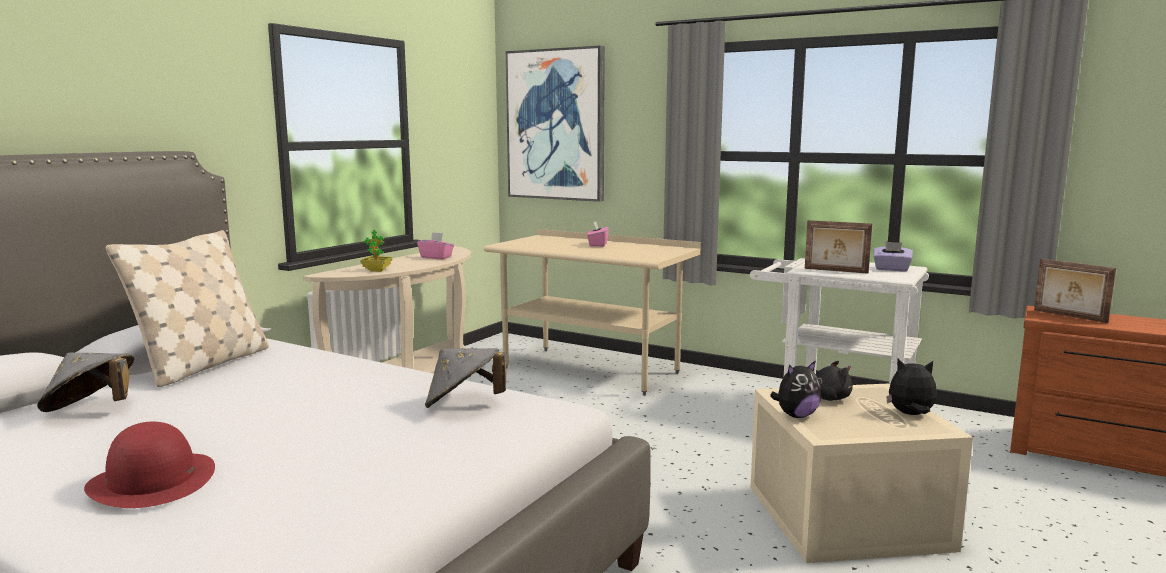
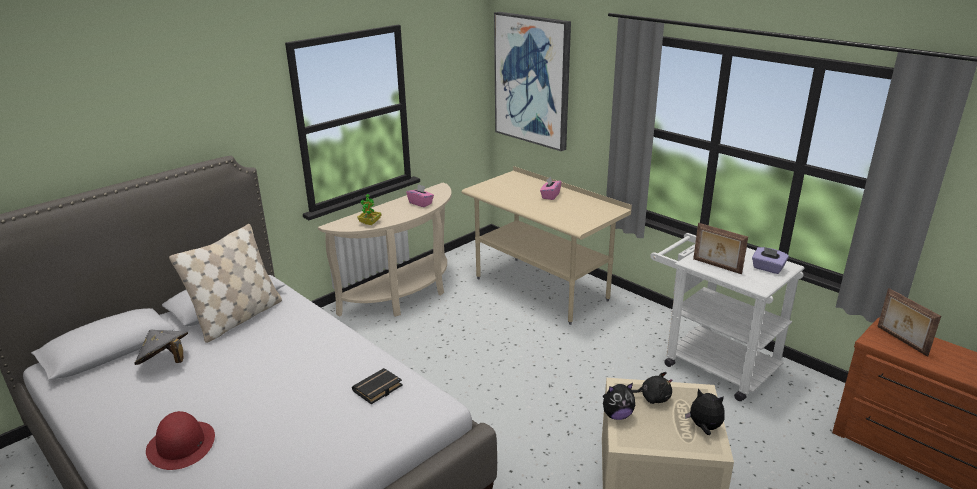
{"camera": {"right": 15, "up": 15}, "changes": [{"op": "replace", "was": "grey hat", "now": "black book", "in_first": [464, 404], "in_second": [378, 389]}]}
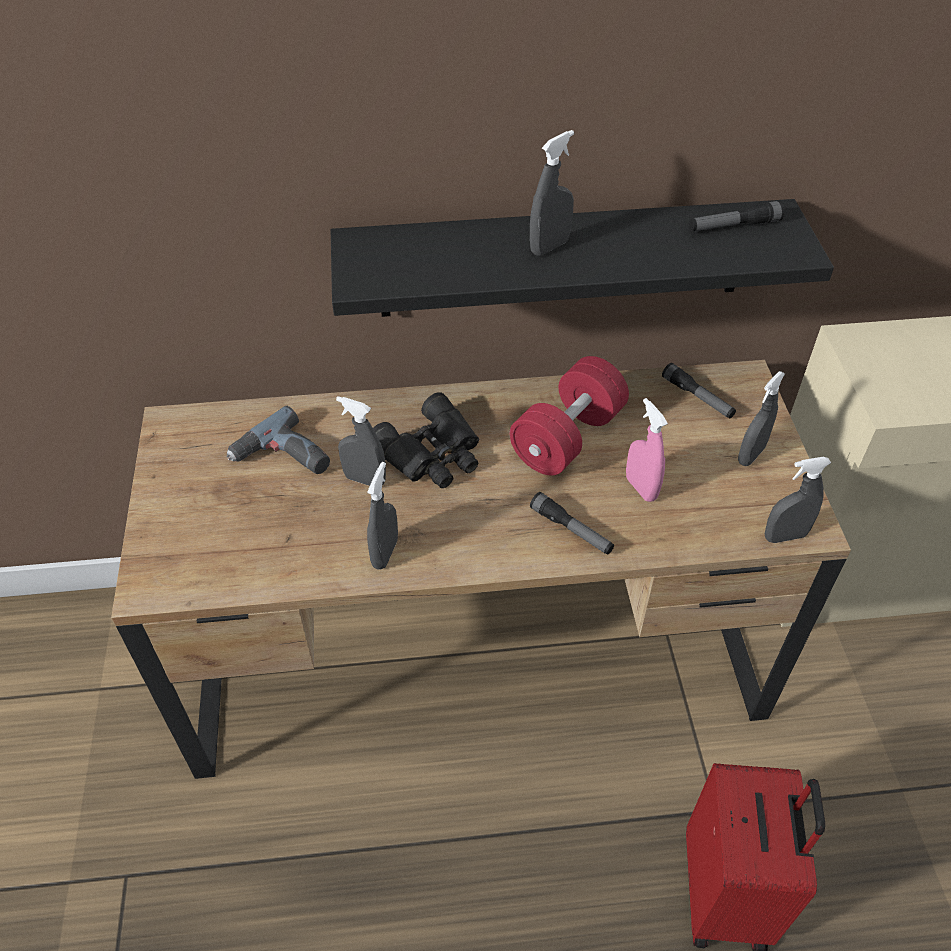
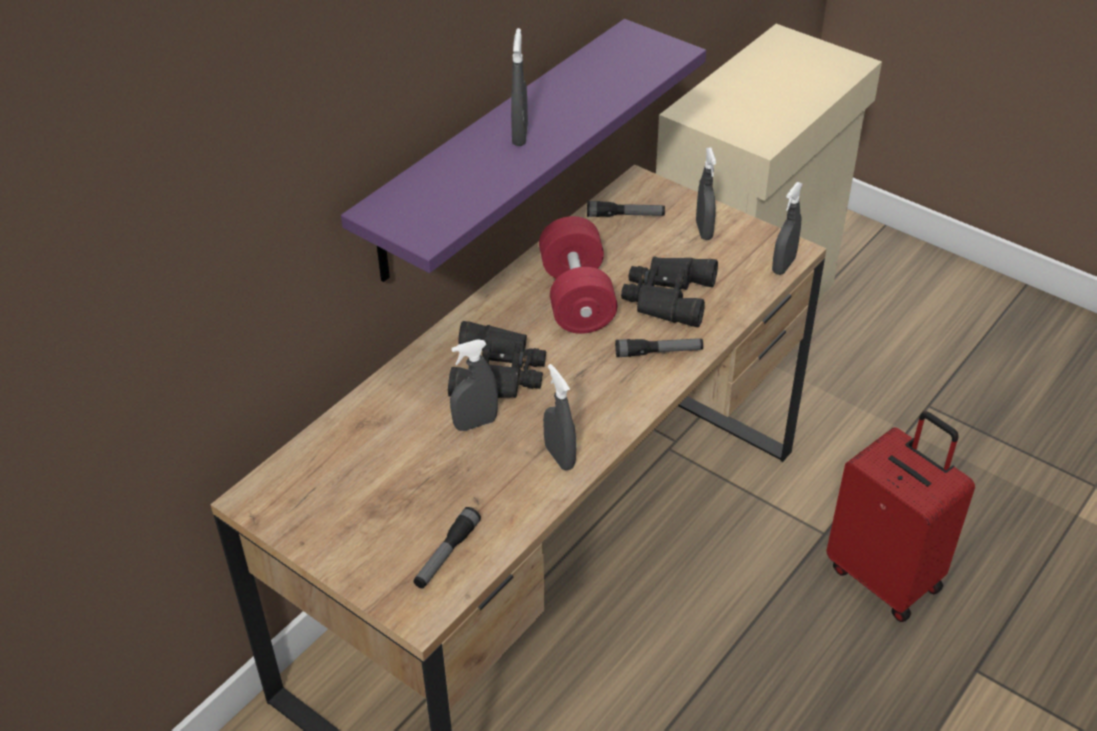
{"camera": {"right": -45, "up": -5}, "changes": [{"op": "recolor", "was": "black shelf", "now": "purple shelf", "in_first": [562, 259], "in_second": [497, 150]}, {"op": "move", "was": "flashlight", "in_first": [733, 226], "in_second": [446, 554]}, {"op": "replace", "was": "pink spray bottle", "now": "black binoculars", "in_first": [641, 488], "in_second": [666, 297]}, {"op": "delete", "was": "power drill", "in_first": [282, 459]}]}
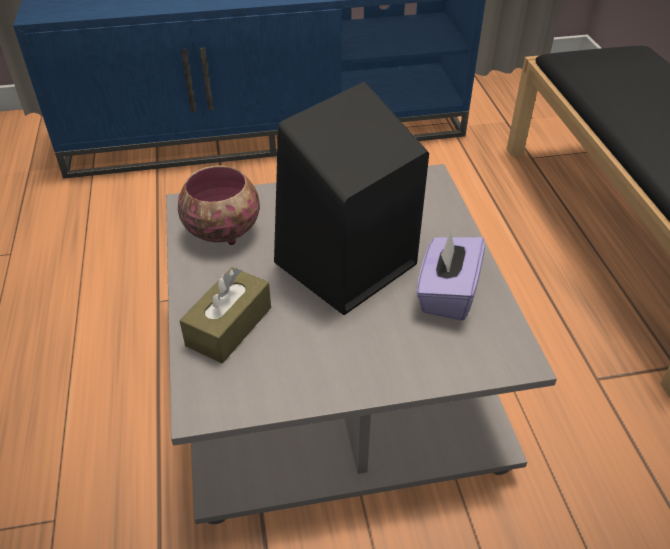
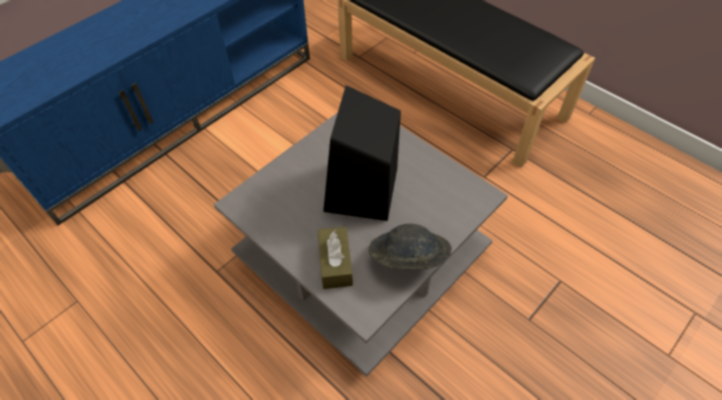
{"camera": {"right": -35, "up": 10}, "changes": [{"op": "insert", "now": "grey hat", "in_second": [407, 259]}, {"op": "delete", "was": "bowl", "in_first": [223, 231]}, {"op": "delete", "was": "purple tissue box", "in_first": [447, 294]}]}
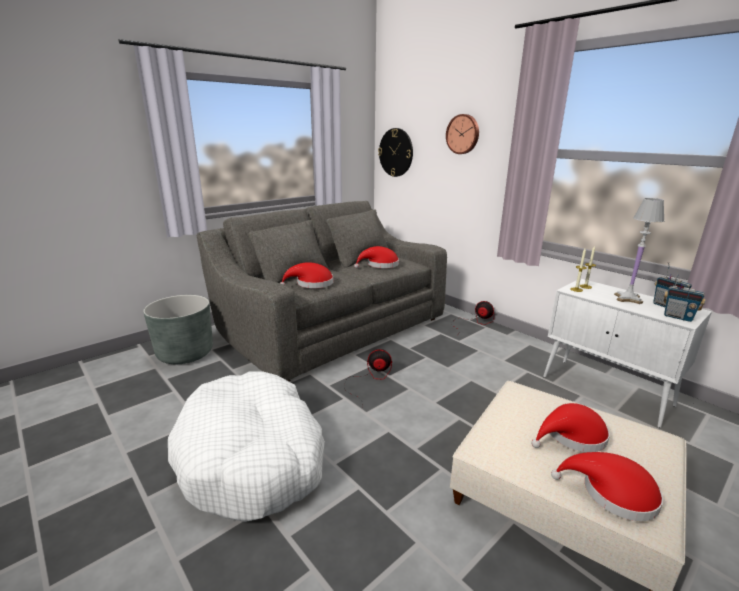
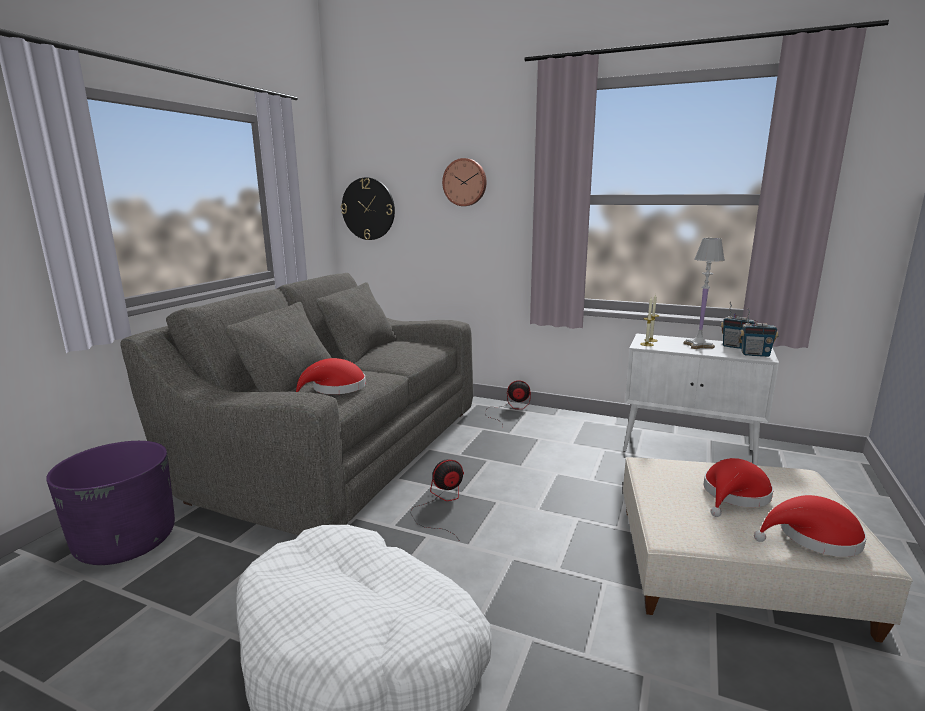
{"camera": {"right": -25, "up": -5}, "changes": [{"op": "recolor", "was": "grey planter", "now": "purple planter", "in_first": [185, 353], "in_second": [126, 542]}, {"op": "delete", "was": "red hat", "in_first": [380, 265]}]}
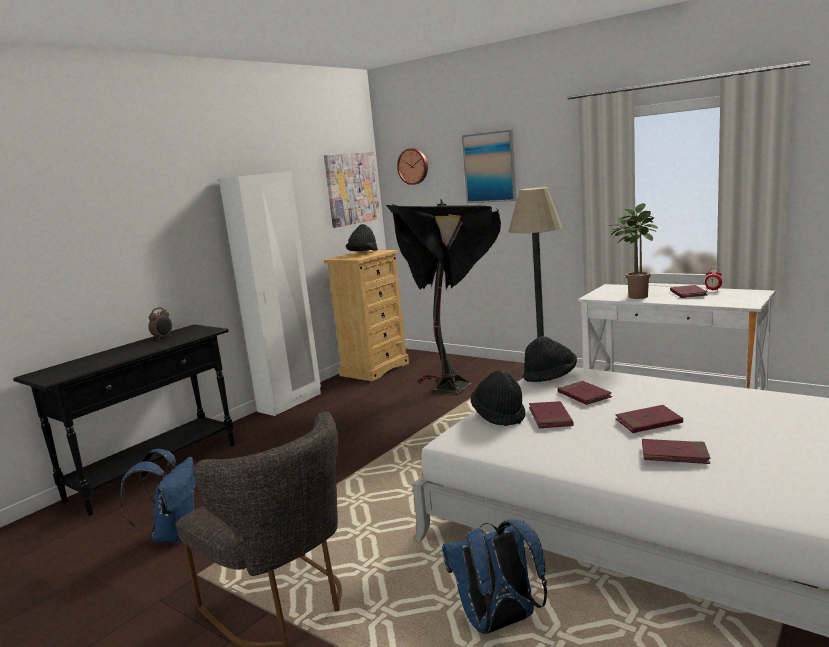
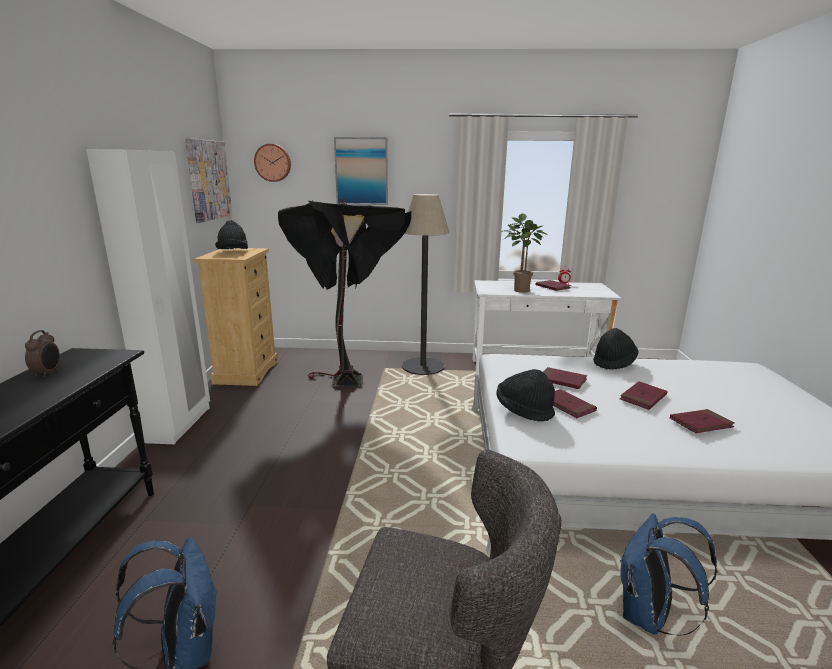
{"camera": {"right": -35, "up": 5}, "changes": [{"op": "move", "was": "black hat", "in_first": [550, 377], "in_second": [613, 363]}]}
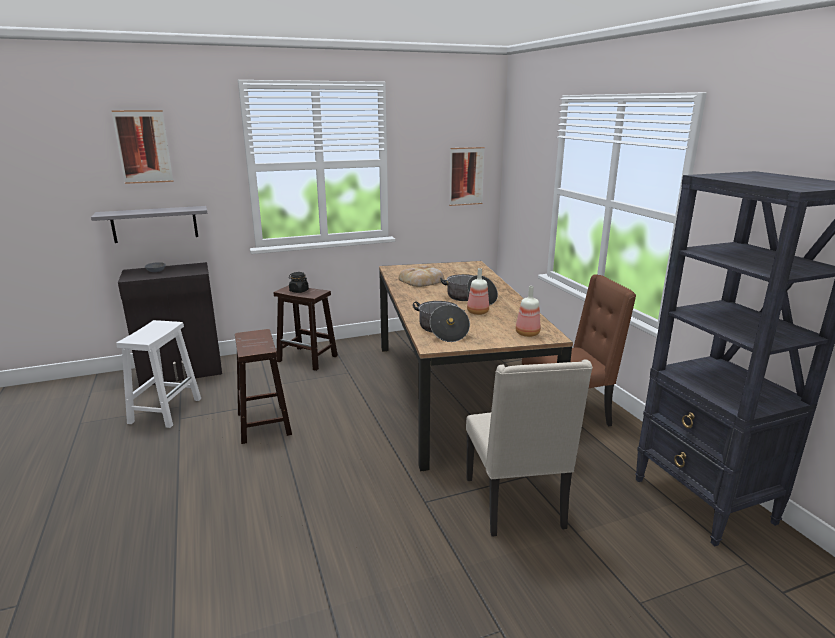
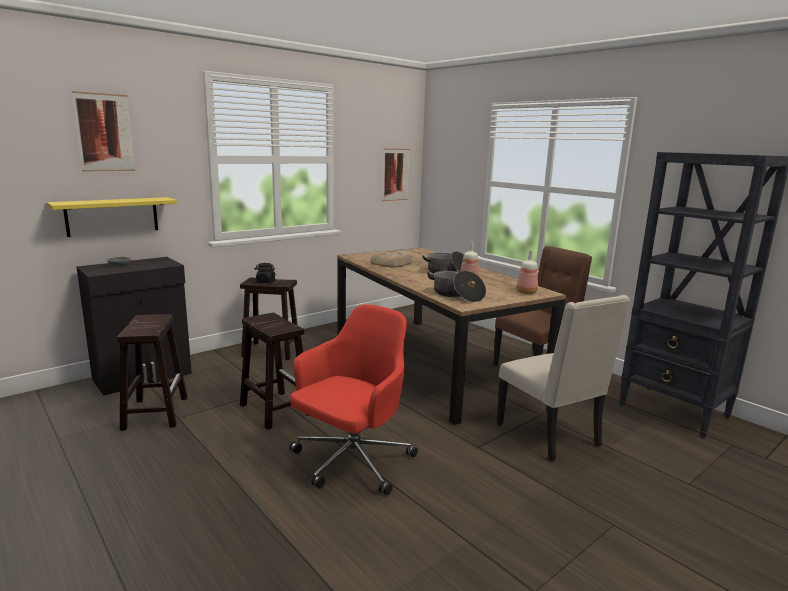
{"camera": {"right": -20, "up": -5}, "changes": [{"op": "recolor", "was": "grey shelf", "now": "yellow shelf", "in_first": [155, 224], "in_second": [112, 216]}, {"op": "recolor", "was": "white stool", "now": "brown stool", "in_first": [166, 410], "in_second": [155, 412]}, {"op": "insert", "now": "red office chair", "in_second": [351, 462]}]}
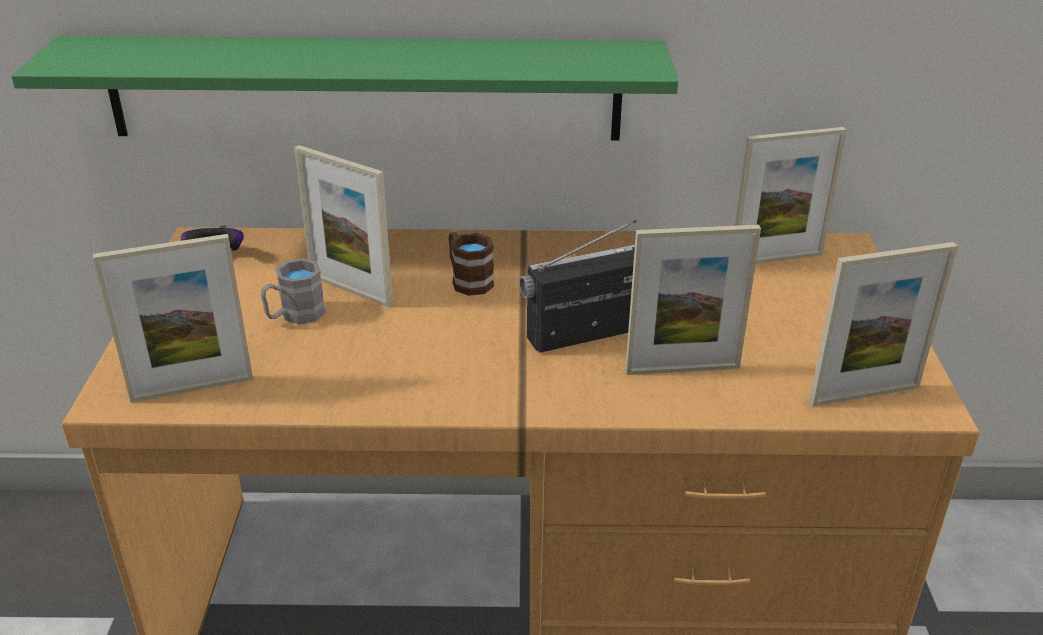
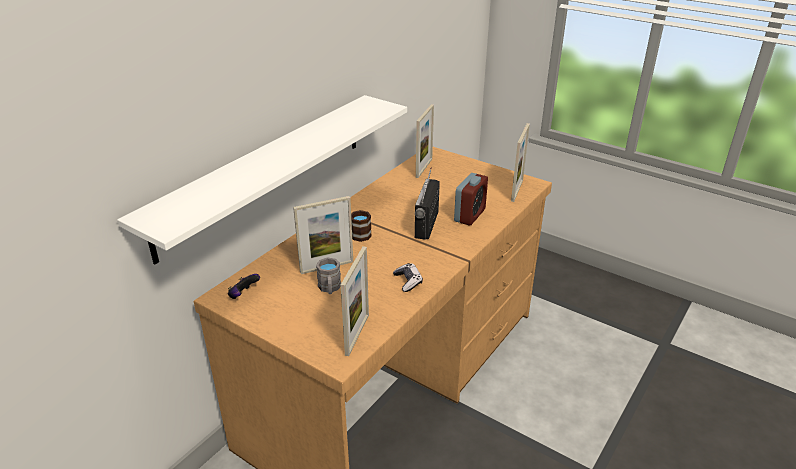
{"camera": {"right": -55, "up": 0}, "changes": [{"op": "recolor", "was": "green shelf", "now": "white shelf", "in_first": [365, 88], "in_second": [265, 172]}, {"op": "insert", "now": "game controller", "in_second": [408, 281]}, {"op": "replace", "was": "picture frame", "now": "alarm clock", "in_first": [682, 369], "in_second": [469, 215]}]}
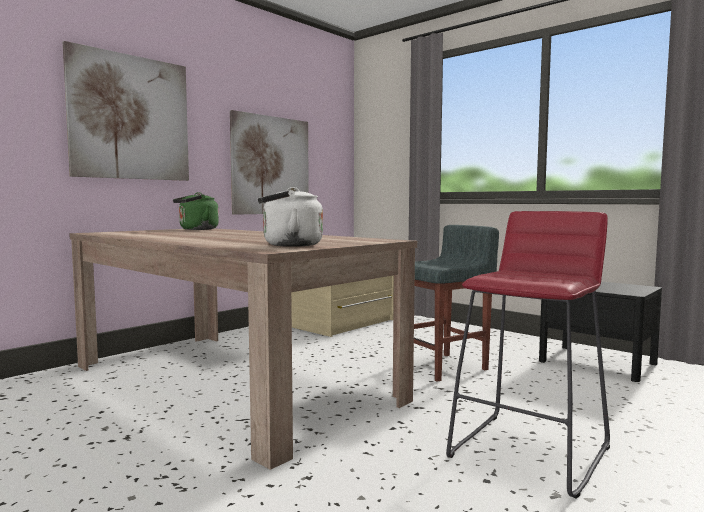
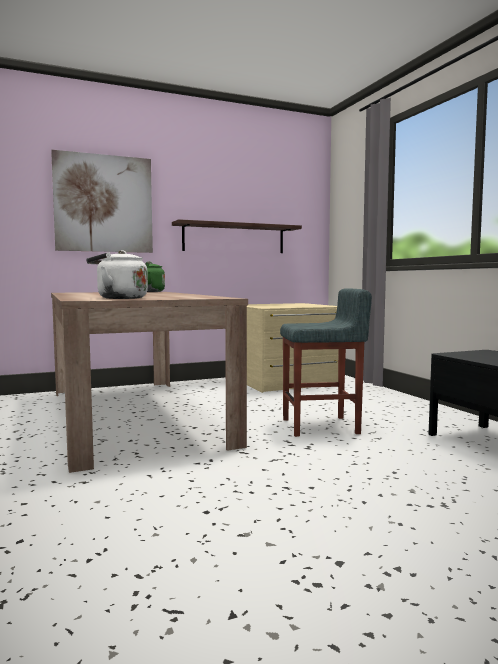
{"camera": {"right": 25, "up": 0}, "changes": [{"op": "replace", "was": "picture", "now": "shelf", "in_first": [271, 165], "in_second": [234, 238]}, {"op": "delete", "was": "red stool", "in_first": [530, 451]}]}
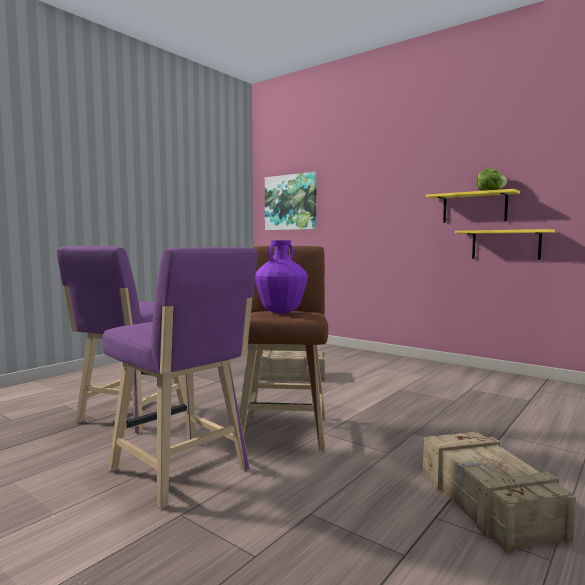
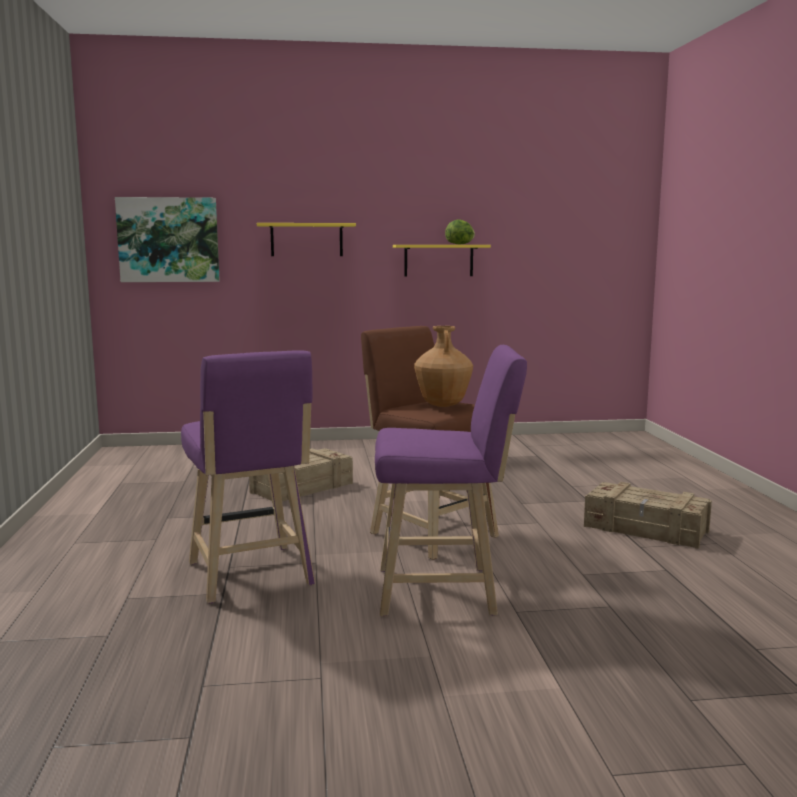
{"camera": {"right": -45, "up": 5}, "changes": [{"op": "move", "was": "yellow shelf", "in_first": [505, 244], "in_second": [306, 240]}, {"op": "recolor", "was": "purple vase", "now": "brown vase", "in_first": [281, 312], "in_second": [443, 405]}]}
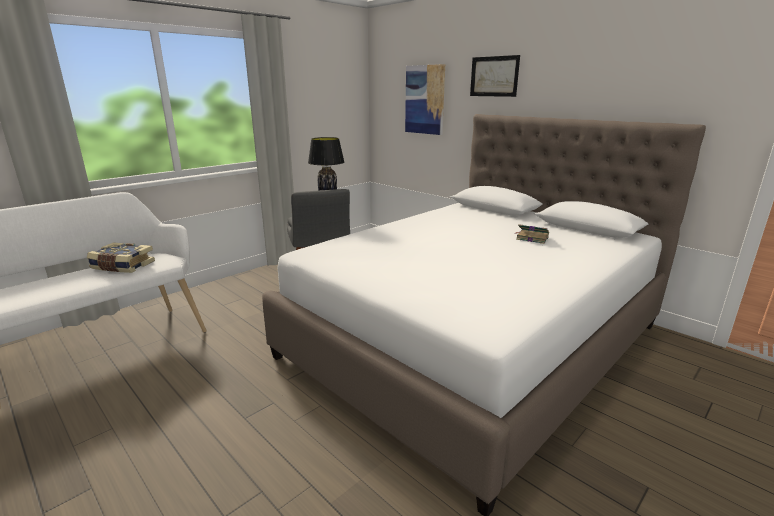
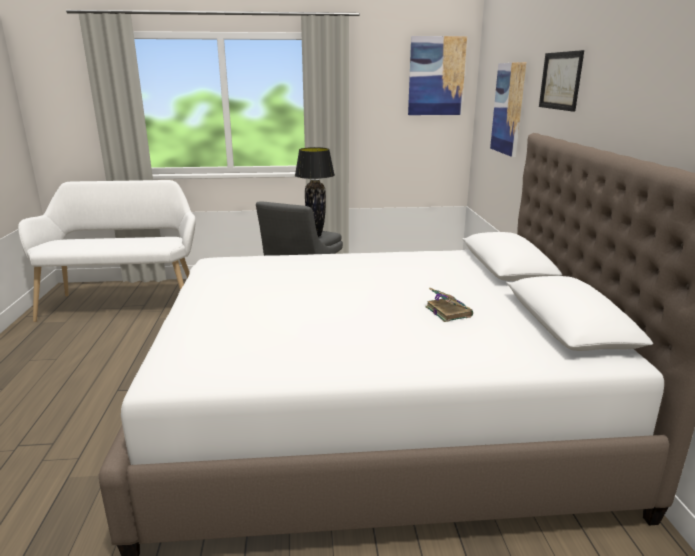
{"camera": {"right": 40, "up": 0}, "changes": [{"op": "insert", "now": "picture", "in_second": [436, 76]}, {"op": "delete", "was": "book", "in_first": [122, 266]}]}
